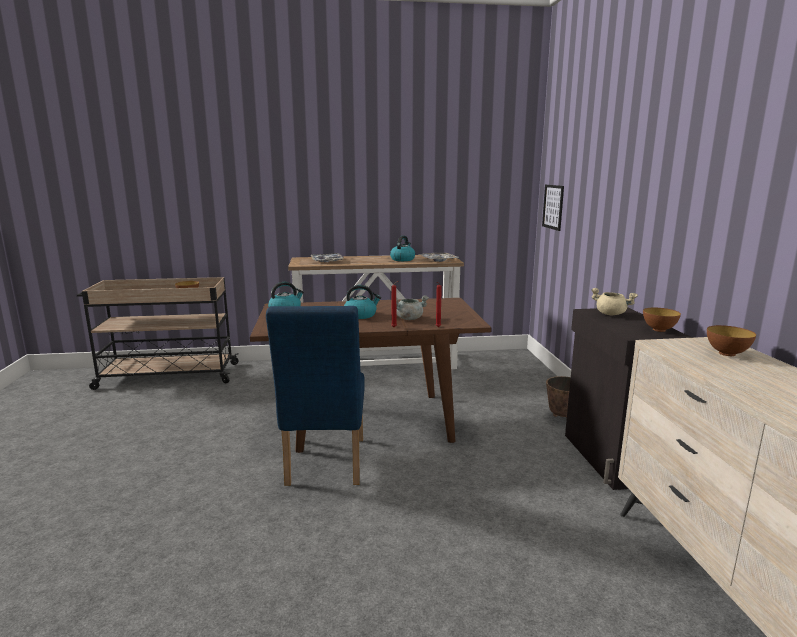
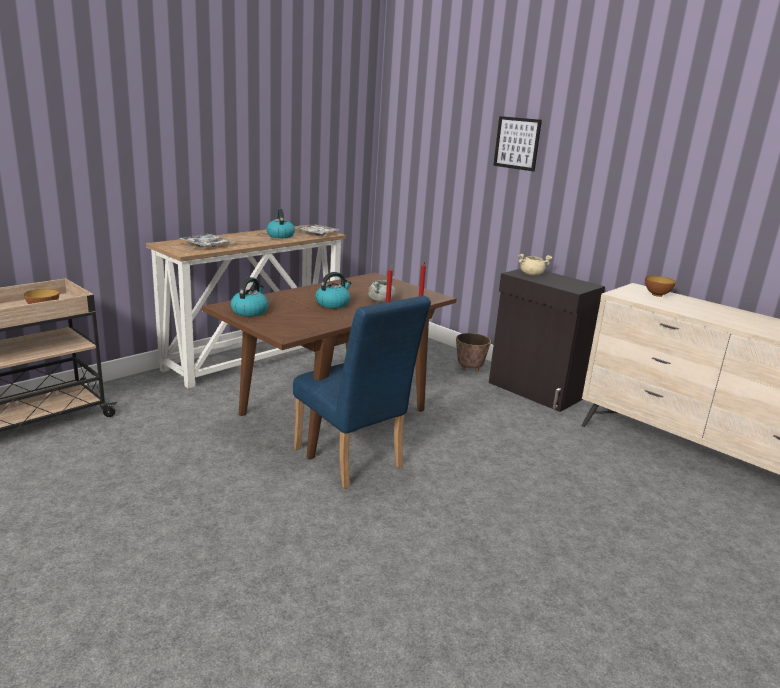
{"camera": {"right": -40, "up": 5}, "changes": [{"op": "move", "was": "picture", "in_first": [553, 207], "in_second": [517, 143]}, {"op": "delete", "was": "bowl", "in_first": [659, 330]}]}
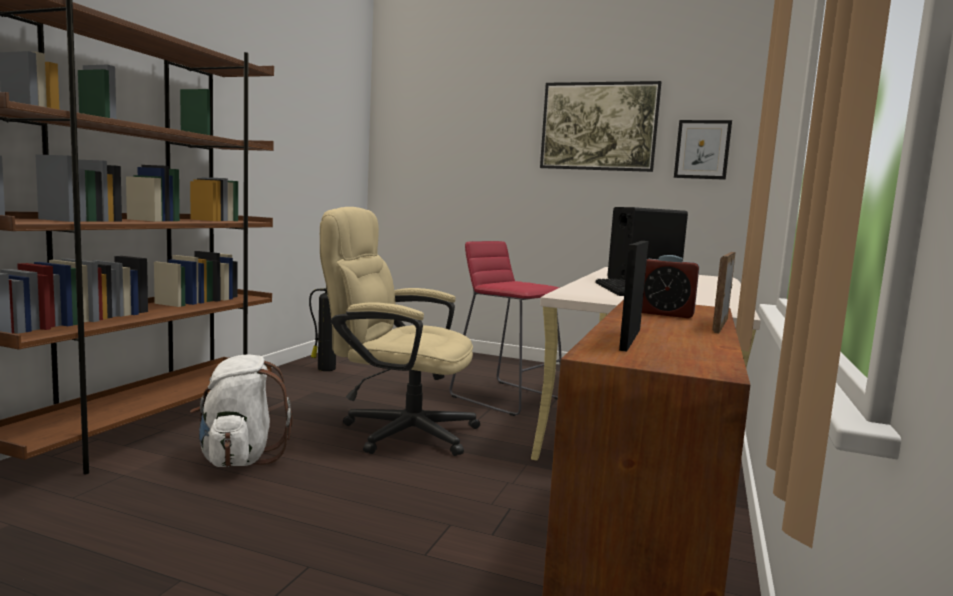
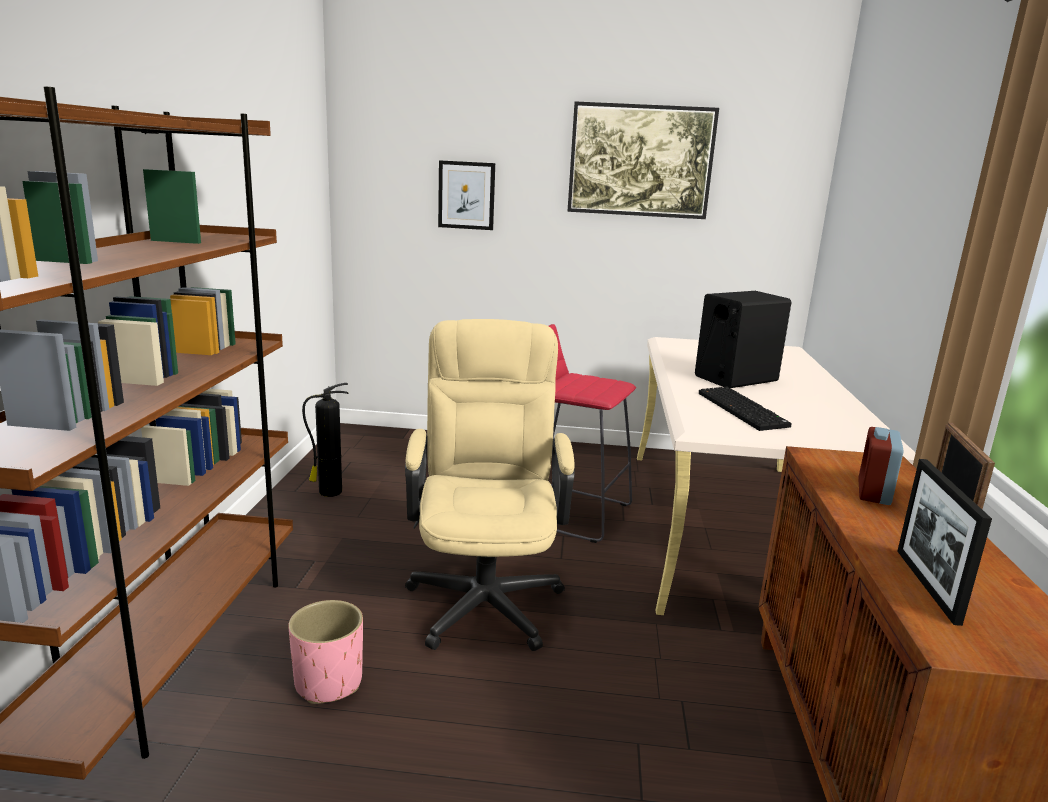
{"camera": {"right": -15, "up": 10}, "changes": [{"op": "replace", "was": "white backpack", "now": "pink planter", "in_first": [239, 458], "in_second": [329, 682]}, {"op": "rotate", "was": "beige office chair", "in_first": [397, 431], "in_second": [485, 593], "clockwise": 90}, {"op": "move", "was": "picture", "in_first": [702, 149], "in_second": [466, 195]}, {"op": "rotate", "was": "alarm clock", "in_first": [665, 314], "in_second": [873, 492], "clockwise": 105}]}
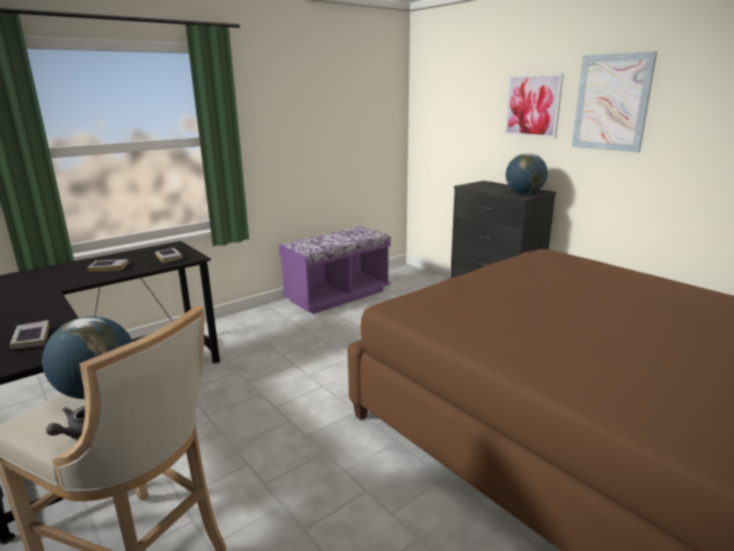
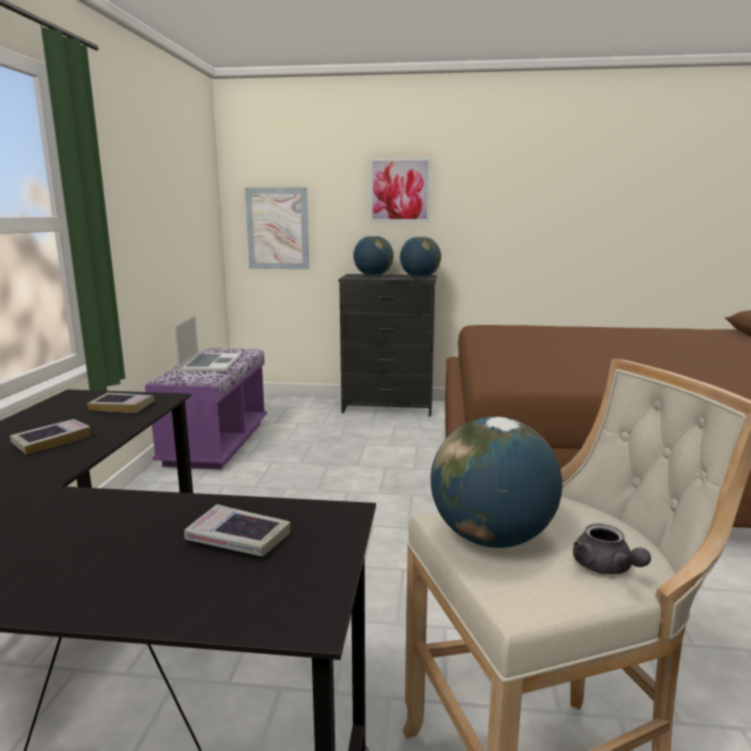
{"camera": {"right": -45, "up": -5}, "changes": [{"op": "insert", "now": "laptop", "in_second": [209, 363]}, {"op": "move", "was": "picture", "in_first": [611, 102], "in_second": [277, 229]}, {"op": "insert", "now": "globe", "in_second": [373, 276]}]}
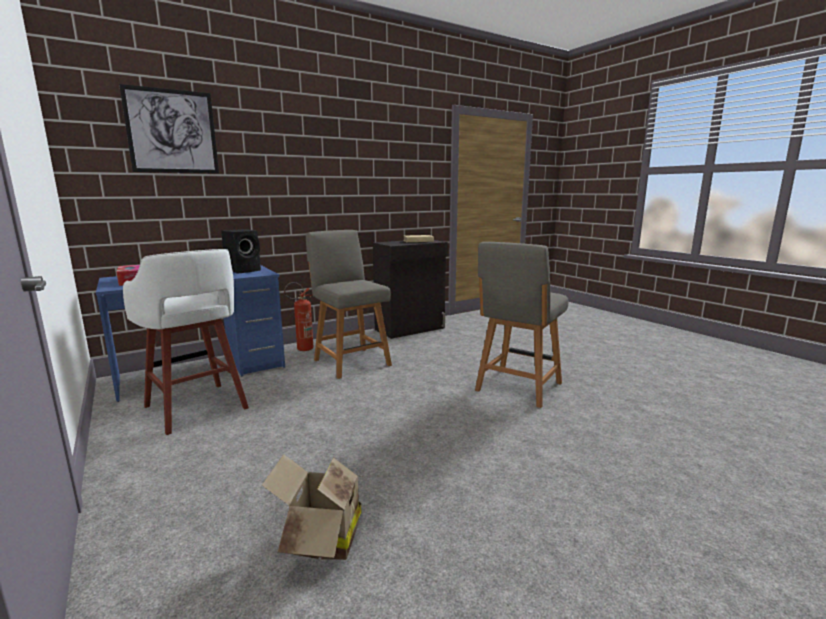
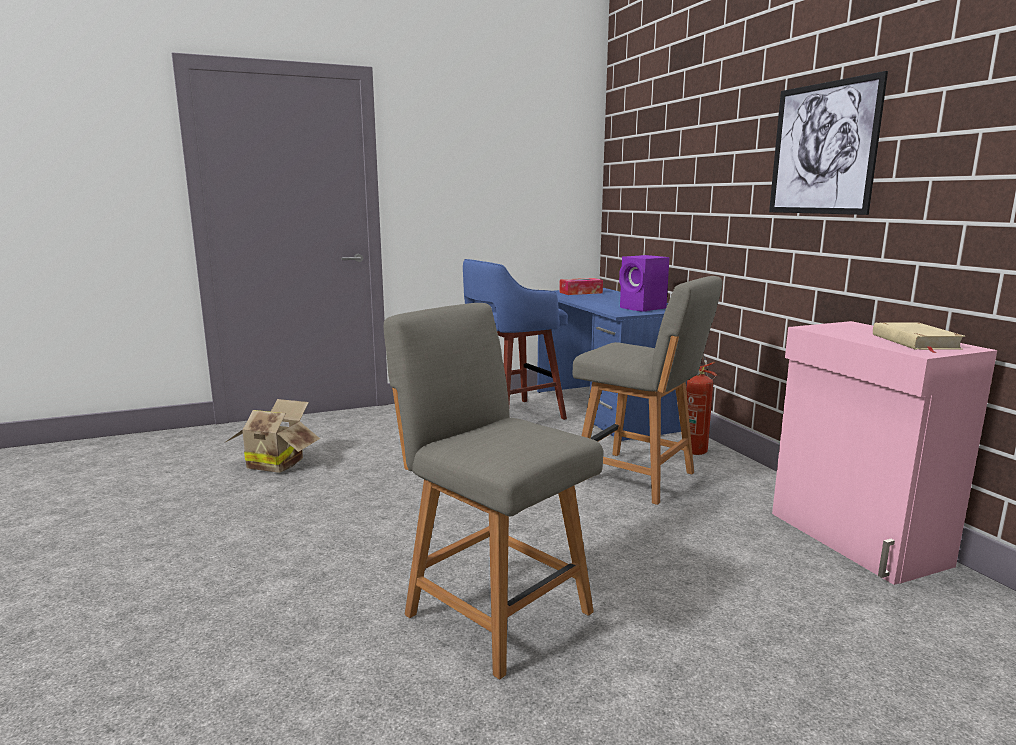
{"camera": {"right": 100, "up": 0}, "changes": [{"op": "recolor", "was": "white stool", "now": "blue stool", "in_first": [197, 408], "in_second": [511, 416]}, {"op": "rotate", "was": "grey chair", "in_first": [351, 361], "in_second": [638, 478], "clockwise": 60}, {"op": "recolor", "was": "black speaker", "now": "purple speaker", "in_first": [244, 270], "in_second": [643, 308]}, {"op": "move", "was": "picture", "in_first": [172, 131], "in_second": [823, 149]}, {"op": "recolor", "was": "black cabinet", "now": "pink cabinet", "in_first": [411, 329], "in_second": [855, 539]}]}
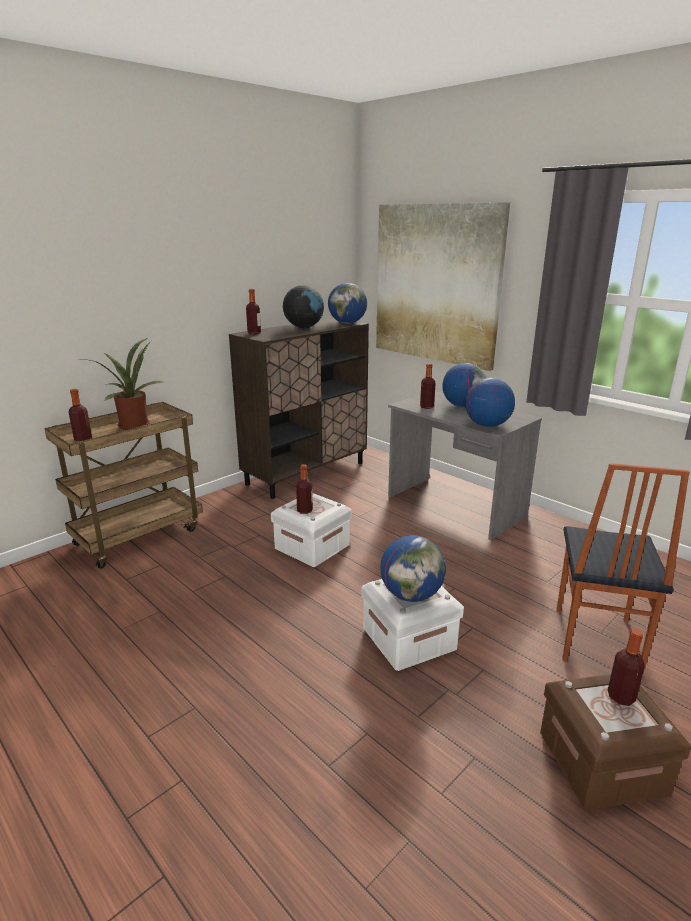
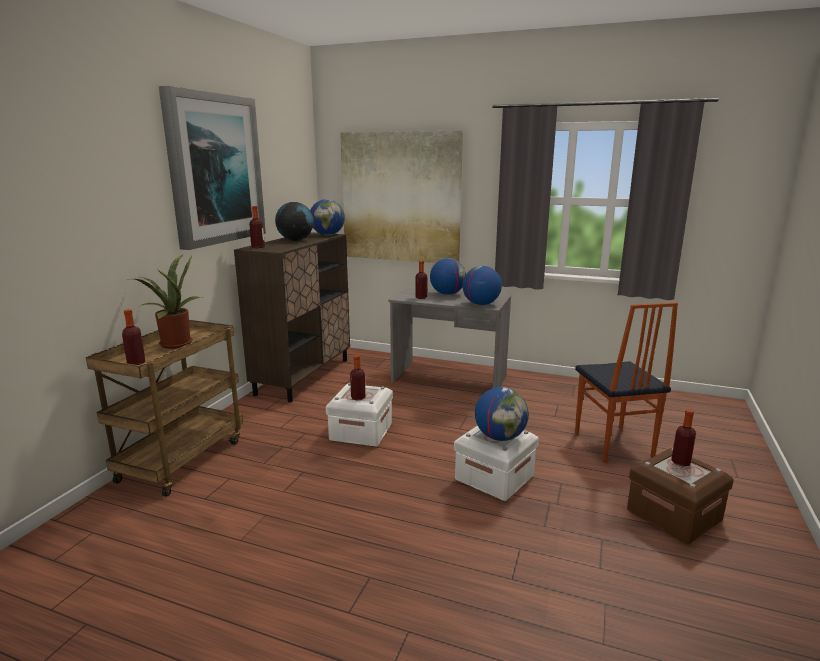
{"camera": {"right": -25, "up": -5}, "changes": [{"op": "insert", "now": "picture", "in_second": [215, 169]}]}
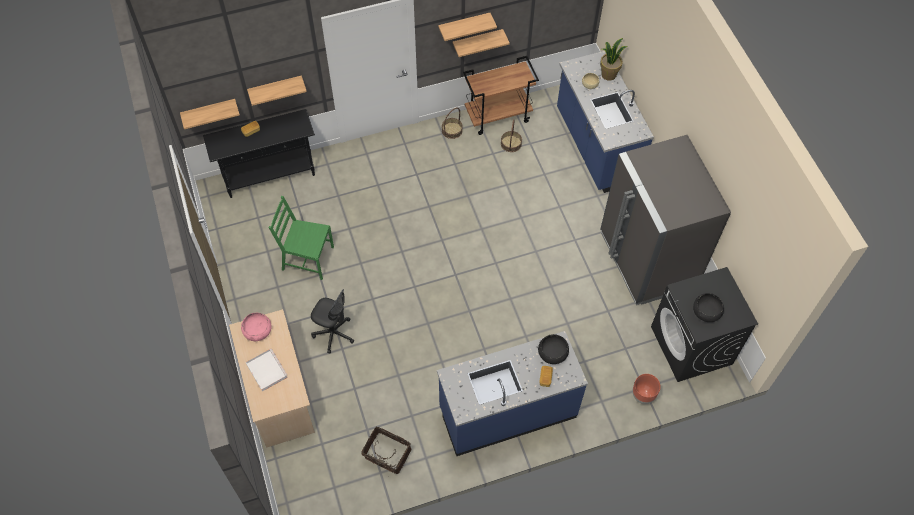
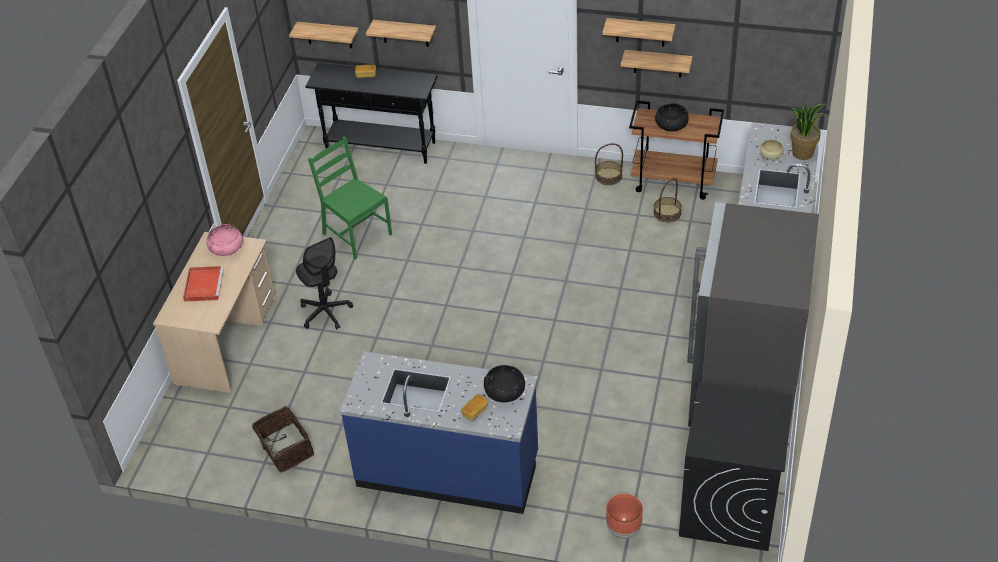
{"camera": {"right": 35, "up": -15}, "changes": [{"op": "recolor", "was": "white tray", "now": "red tray", "in_first": [266, 370], "in_second": [203, 285]}, {"op": "move", "was": "black bowl", "in_first": [706, 311], "in_second": [671, 124]}]}
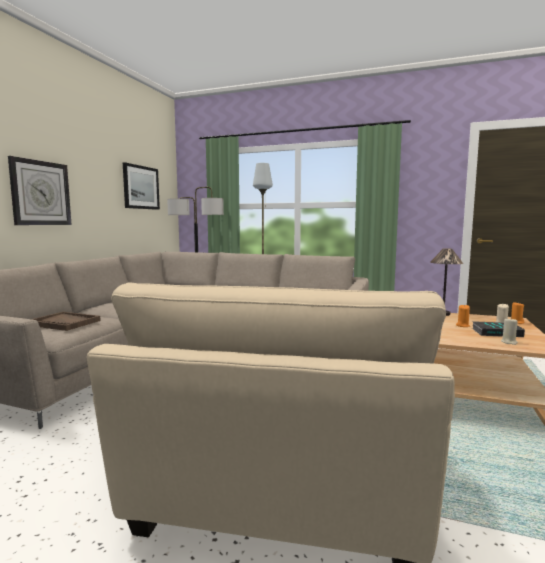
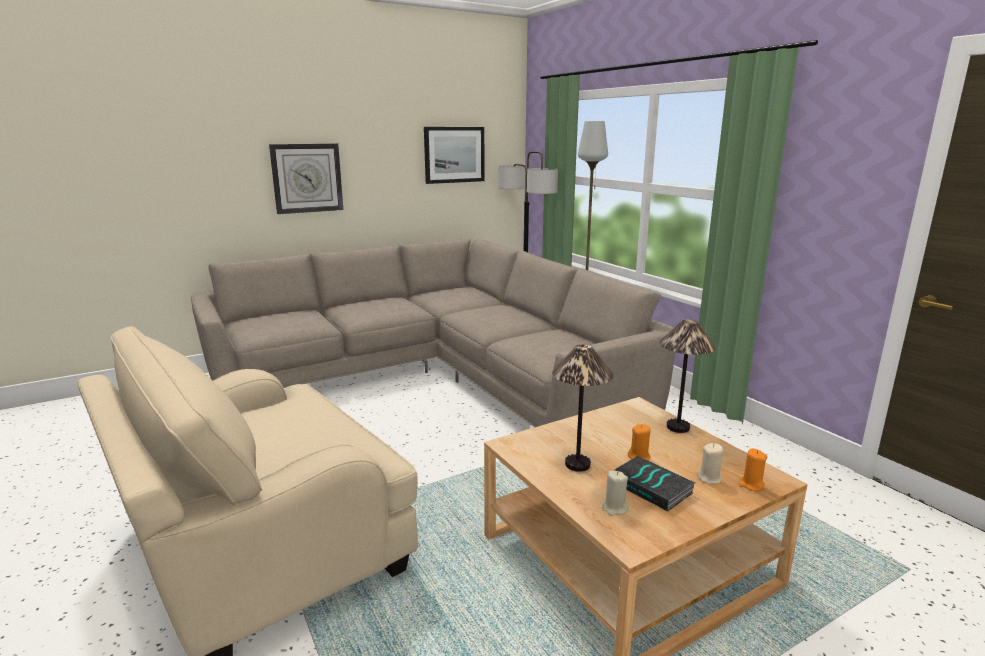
{"camera": {"right": 40, "up": 10}, "changes": [{"op": "insert", "now": "table lamp", "in_second": [578, 464]}, {"op": "delete", "was": "brown tray", "in_first": [65, 323]}]}
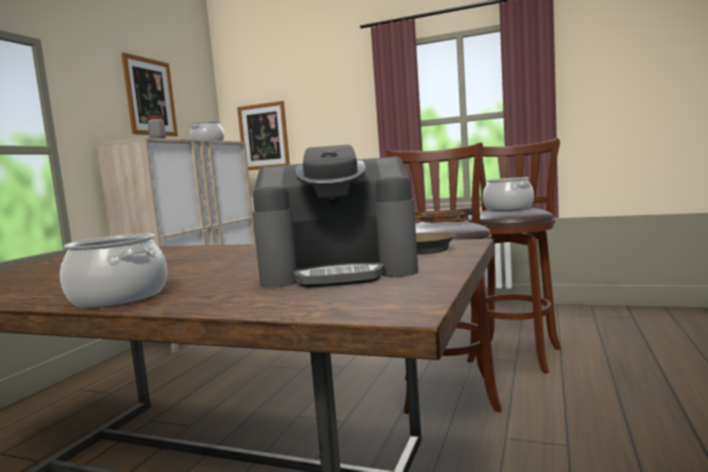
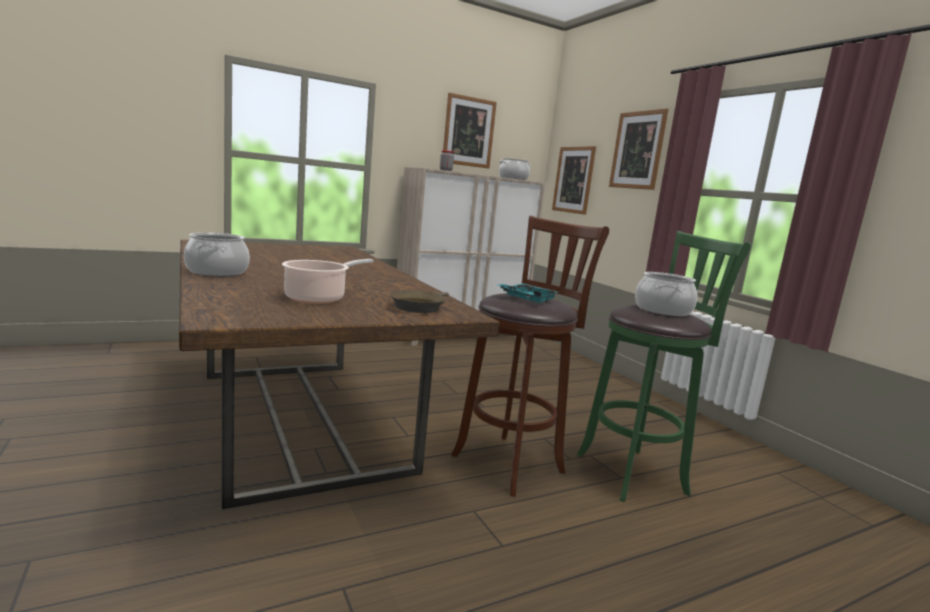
{"camera": {"right": 40, "up": 5}, "changes": [{"op": "replace", "was": "coffee machine", "now": "cooking pot", "in_first": [340, 271], "in_second": [318, 298]}, {"op": "recolor", "was": "brown tray", "now": "turquoise tray", "in_first": [443, 224], "in_second": [527, 299]}, {"op": "recolor", "was": "brown stool", "now": "green stool", "in_first": [515, 353], "in_second": [636, 473]}, {"op": "insert", "now": "picture", "in_second": [637, 150]}]}
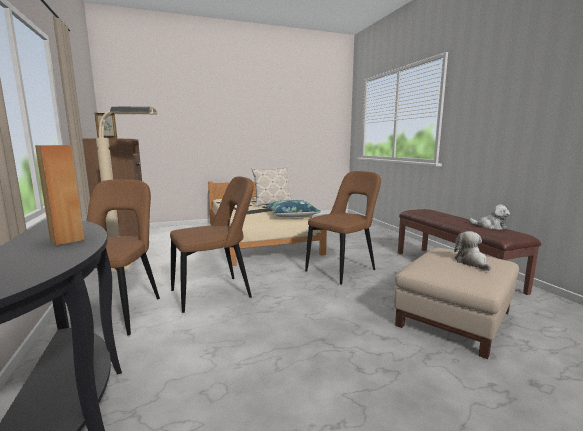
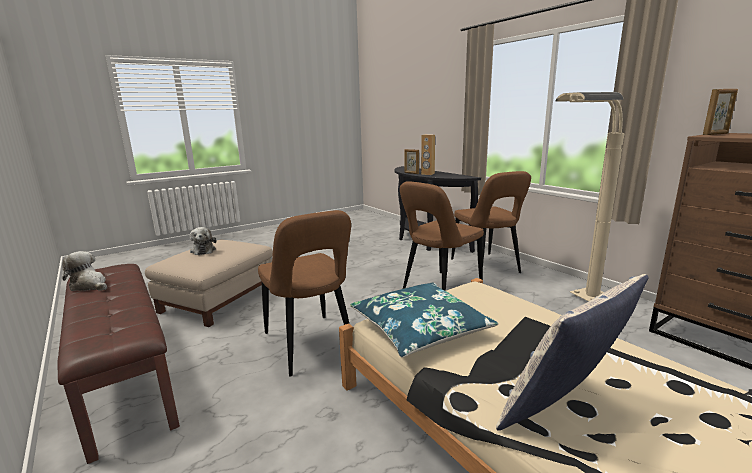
{"camera": {"right": 165, "up": 5}, "changes": [{"op": "rotate", "was": "brown chair", "in_first": [343, 270], "in_second": [310, 346], "clockwise": -60}, {"op": "insert", "now": "picture frame", "in_second": [411, 173]}]}
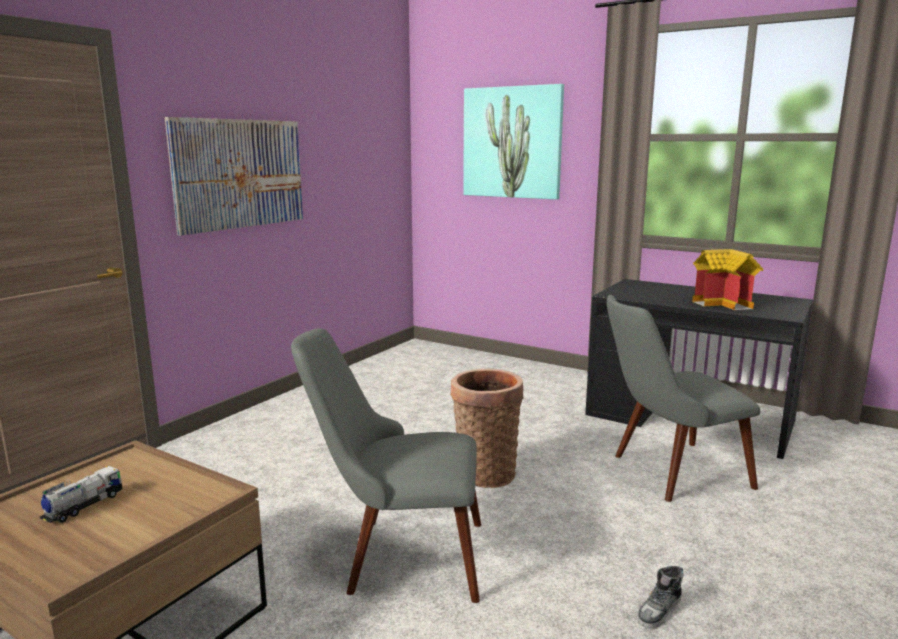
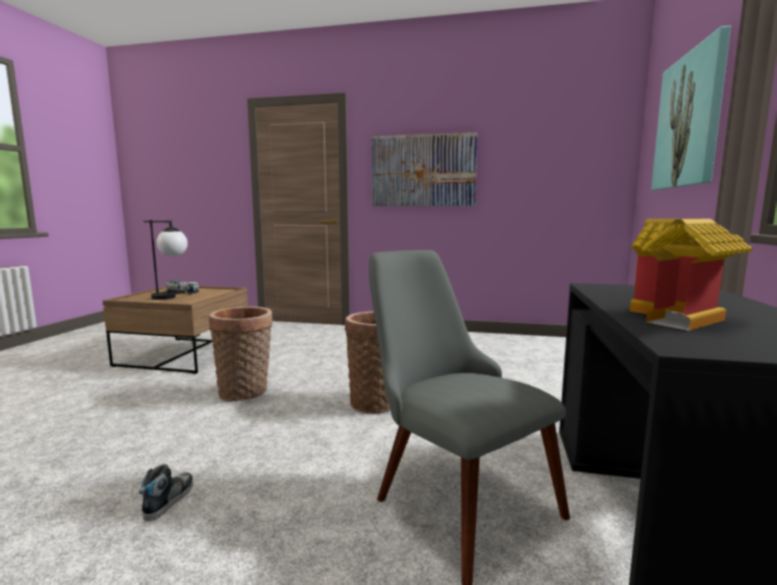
{"camera": {"right": 70, "up": -5}, "changes": [{"op": "rotate", "was": "shoe", "in_first": [659, 610], "in_second": [169, 499], "clockwise": 75}, {"op": "insert", "now": "table lamp", "in_second": [171, 298]}, {"op": "replace", "was": "grey chair", "now": "basket", "in_first": [397, 556], "in_second": [246, 392]}]}
